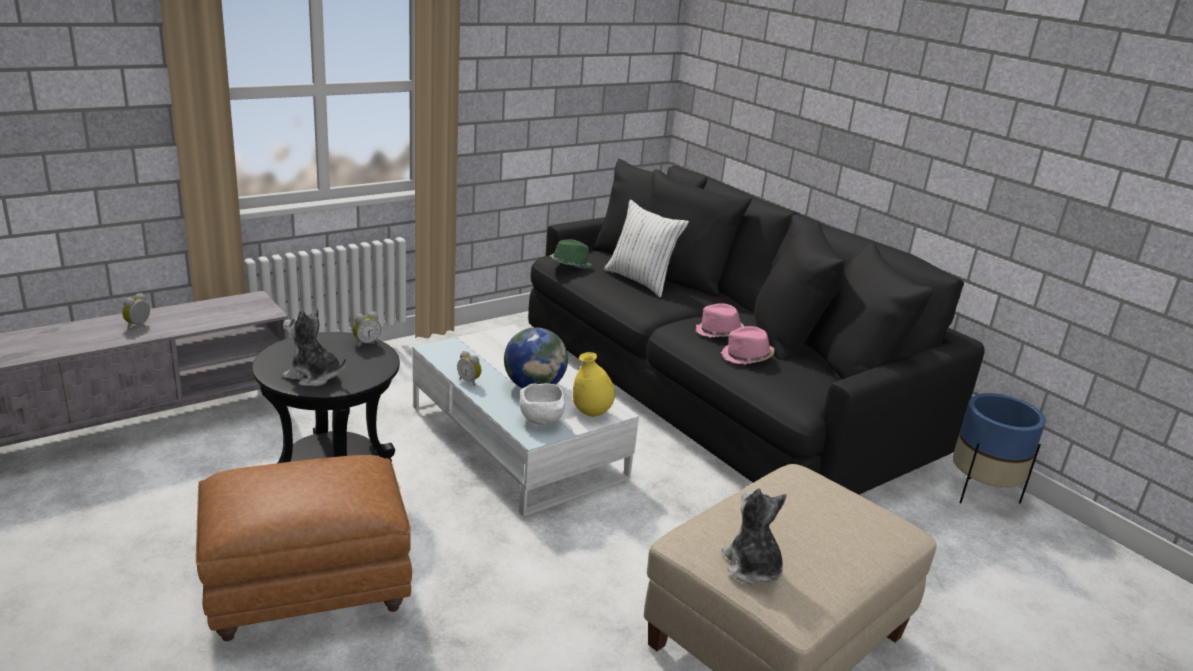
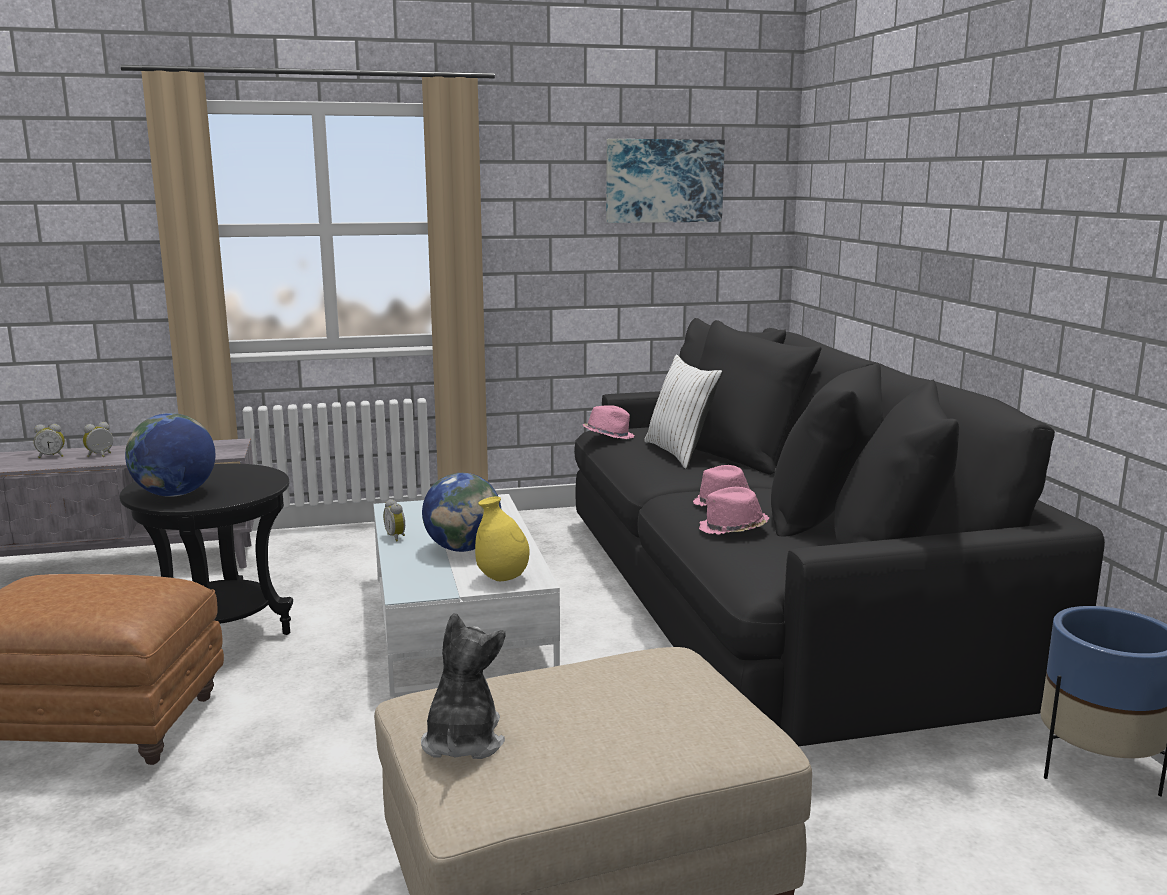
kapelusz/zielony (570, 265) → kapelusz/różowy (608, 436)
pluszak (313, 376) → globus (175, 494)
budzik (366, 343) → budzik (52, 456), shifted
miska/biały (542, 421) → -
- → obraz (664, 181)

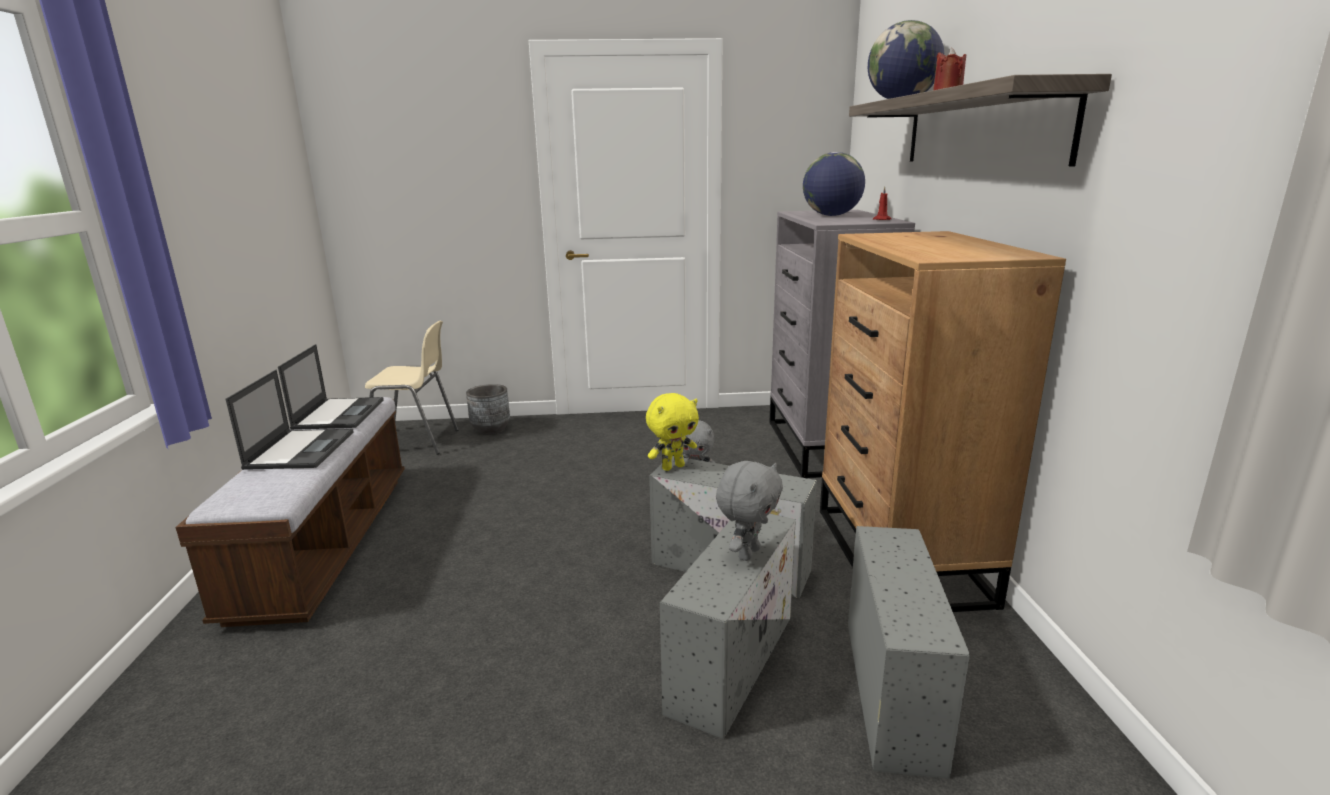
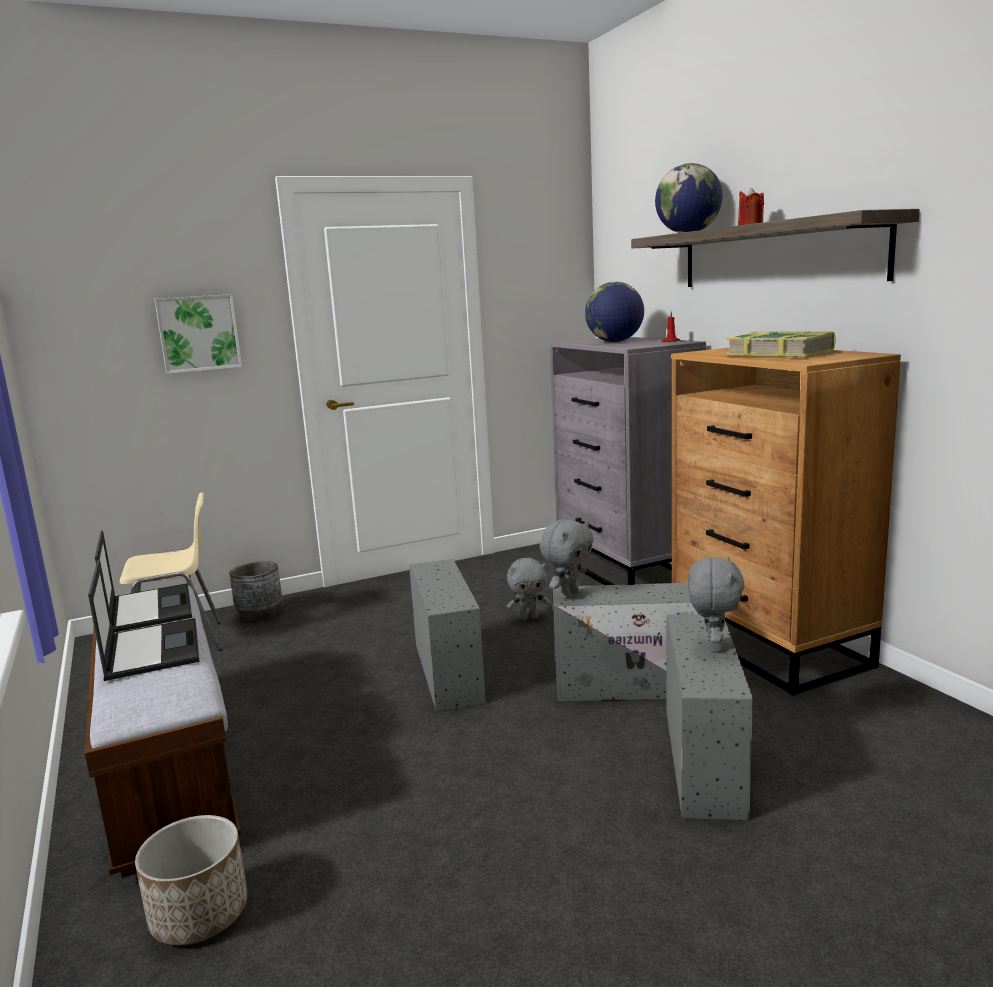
pluszak/żółty (673, 467) → pluszak/szary (568, 595)
pojemnik do przechowywania/szary (891, 689) → pojemnik do przechowywania/szary (447, 671), shifted
- → obraz (198, 333)
- → książka (780, 354)
- → donica (199, 915)

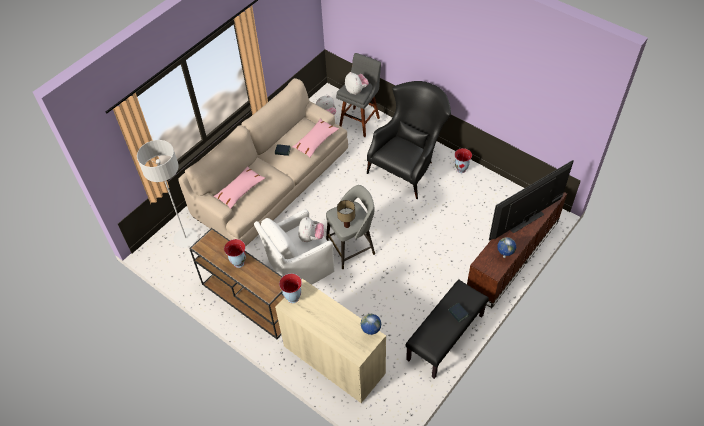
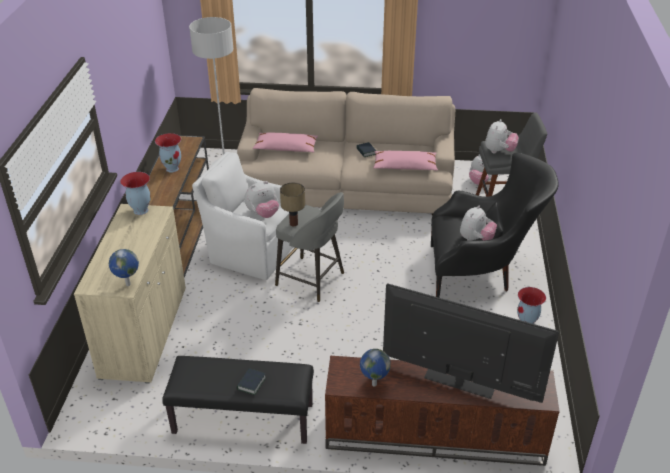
- → pluszak (476, 239)

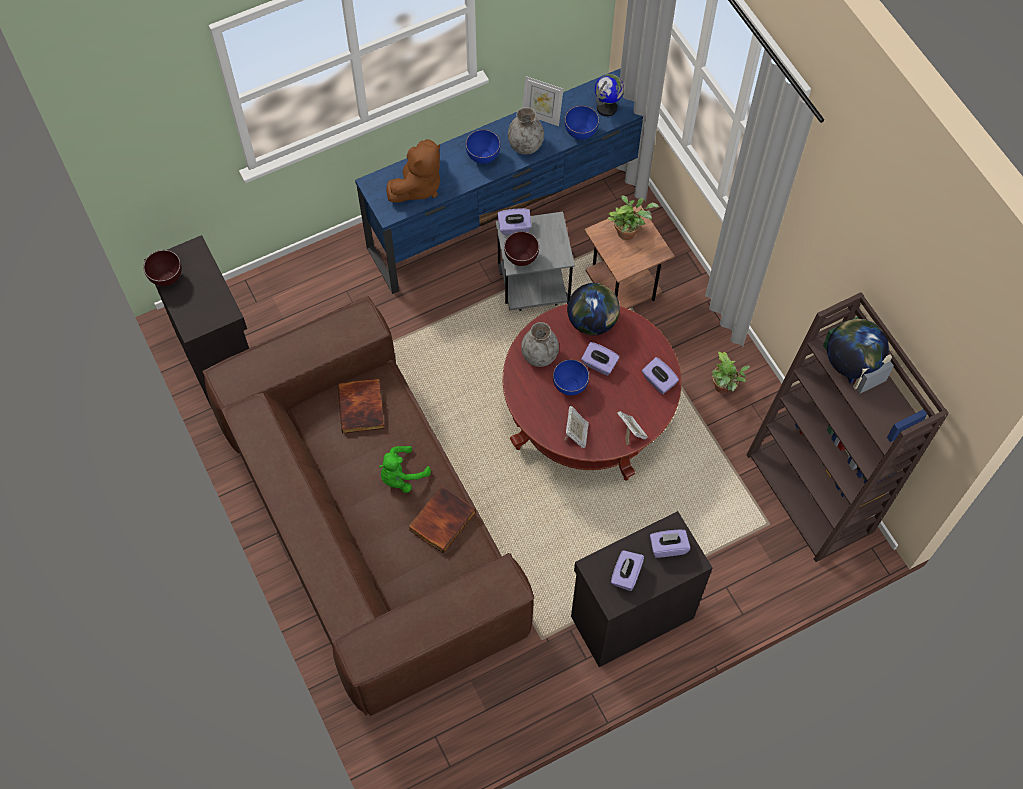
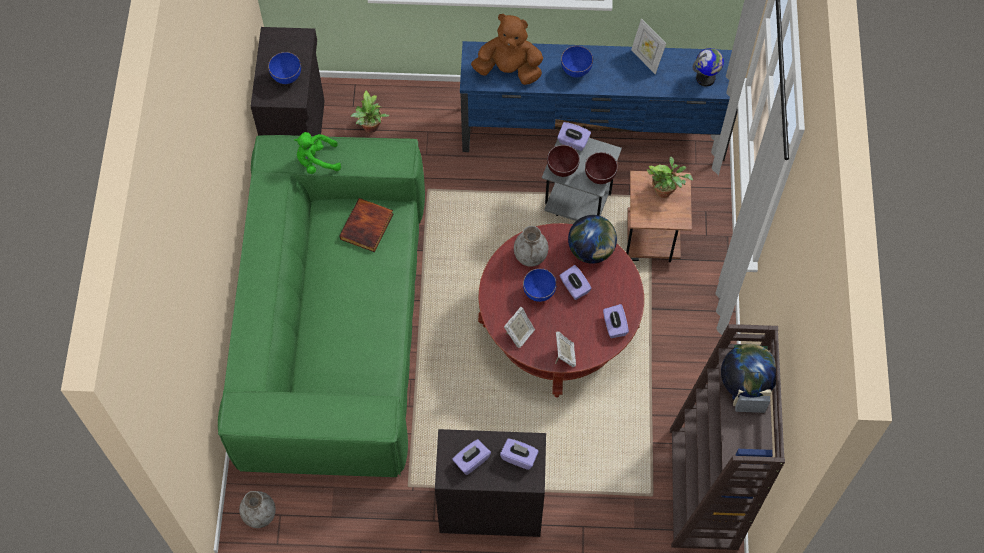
miska/niebieski (580, 135) → miska/niebieski (286, 79), shifted
wazon/szary (525, 145) → wazon/szary (260, 514), shifted
pluszak/brązowy (418, 186) → pluszak/brązowy (509, 69), 150 degrees counterclockwise
miska/brązowy (167, 278) → miska/brązowy (599, 177), shifted
kanapa/brązowy (372, 525) → kanapa/zielony (333, 327)
roślina doniczkowa (724, 388) → roślina doniczkowa (371, 128), shifted
pluszak/zielony (401, 476) → pluszak/zielony (317, 161), shifted
książka (441, 520) → -

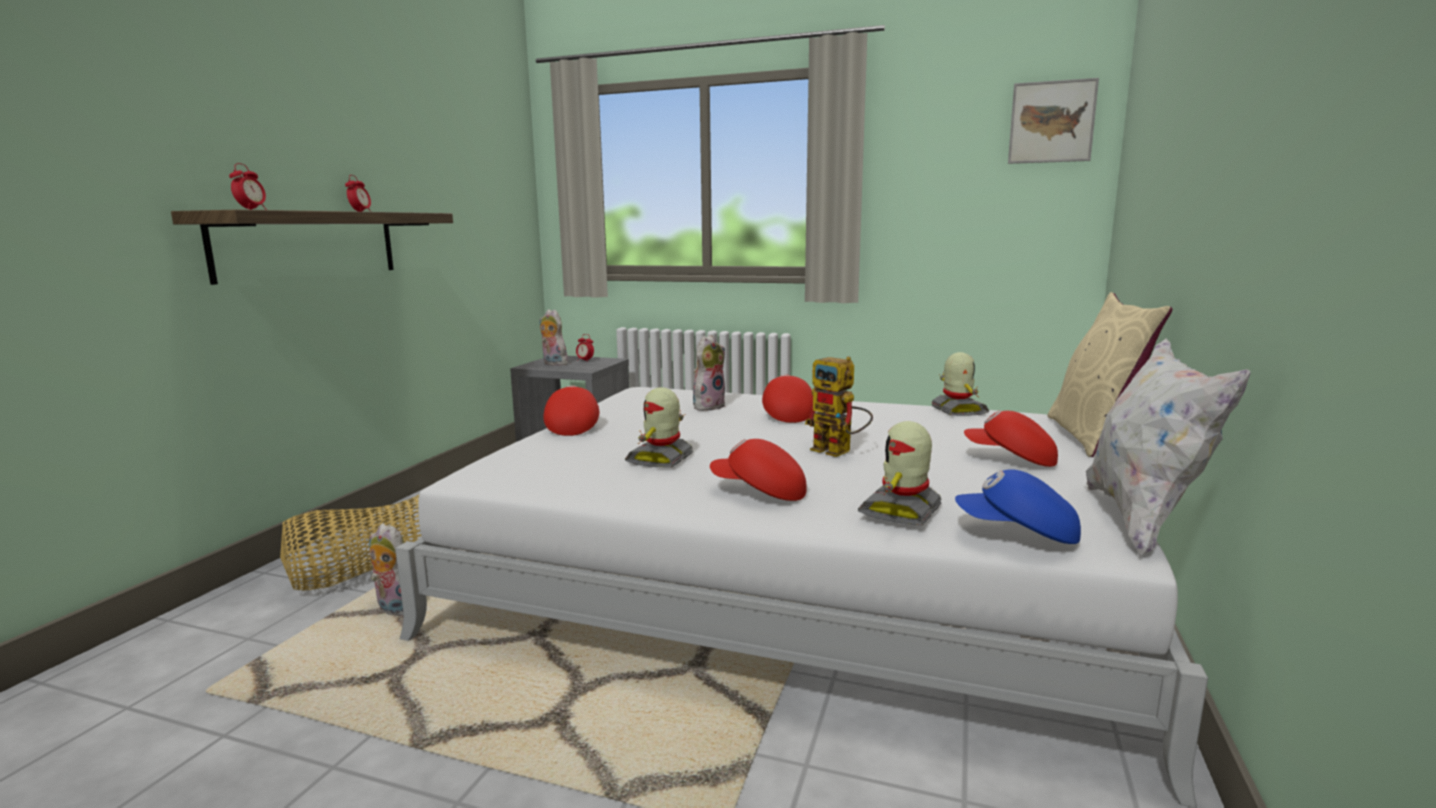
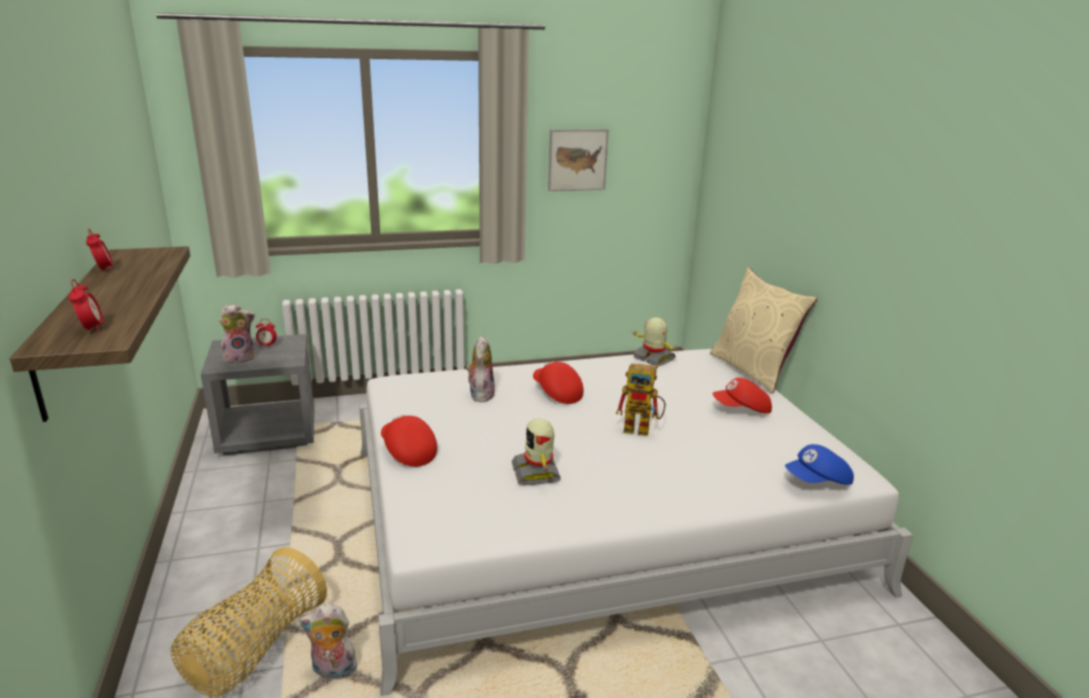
obraz (1051, 122) → obraz (577, 160), shifted
pluszak (553, 364) → pluszak (240, 358), 150 degrees clockwise
poduszka/biały (1143, 519) → -
robot zabawkowy (902, 511) → -
czapka z daszkiem/czerwony (759, 492) → -

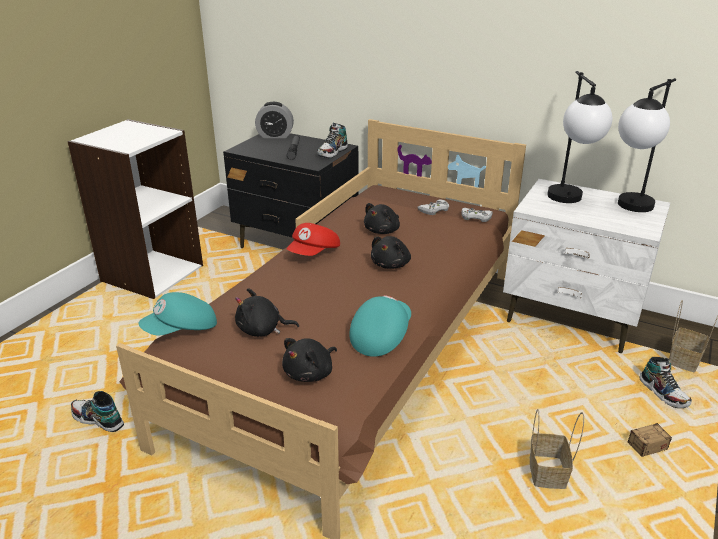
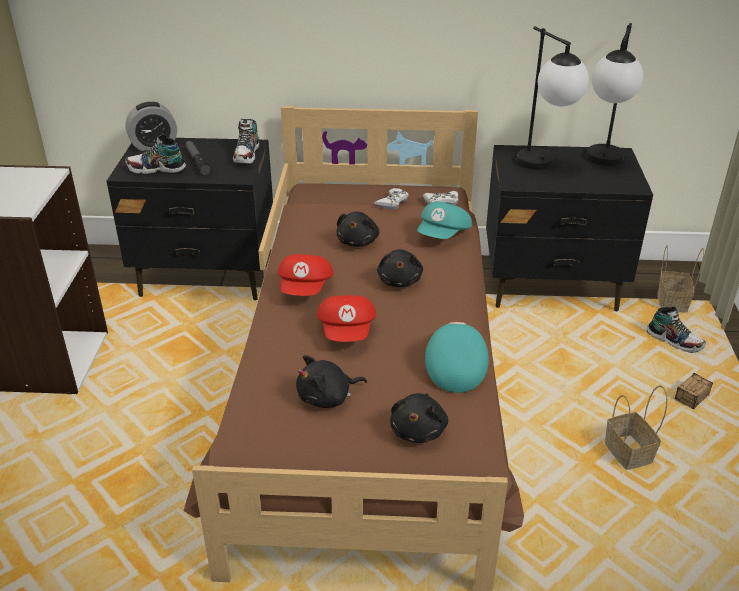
szafka nocna/biały (571, 318) → szafka nocna/czarny (552, 286)
czapka z daszkiem/turkusowy (182, 330) → czapka z daszkiem/turkusowy (444, 235), shifted
but (98, 420) → but (156, 170), shifted
- → czapka z daszkiem/czerwony (348, 331)

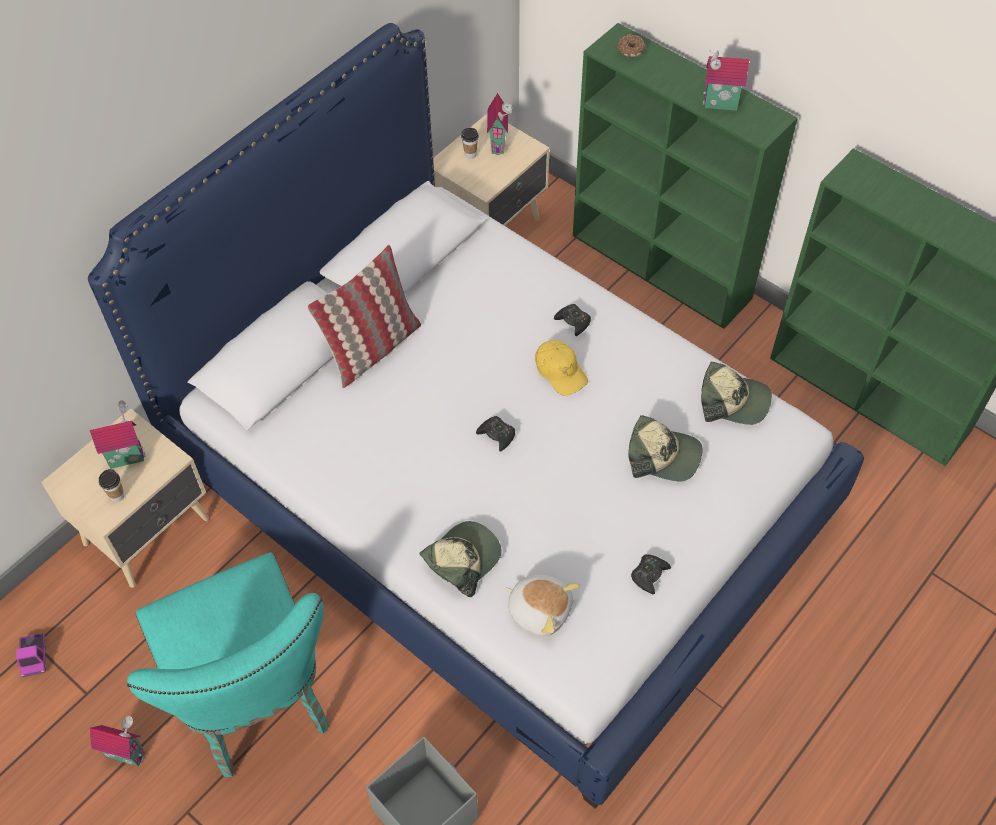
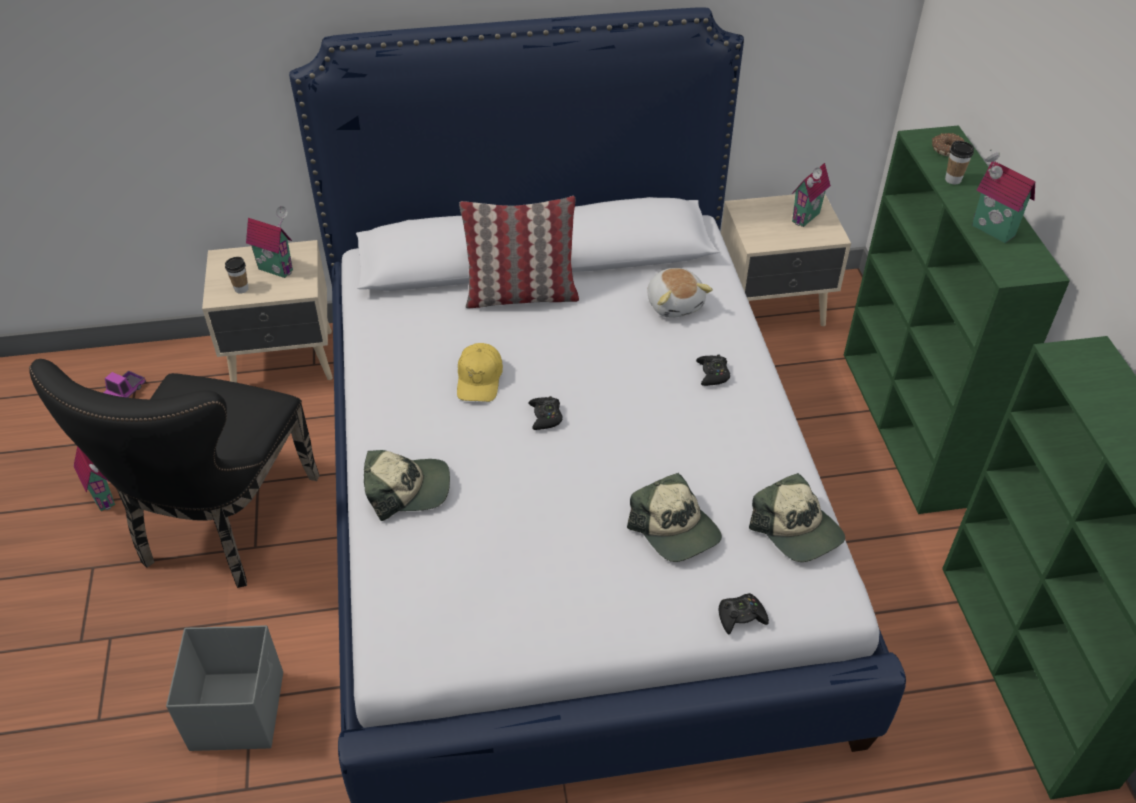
filiżanka (470, 154) → filiżanka (953, 180), shifted
czapka z daszkiem/żółty (560, 371) → czapka z daszkiem/żółty (479, 379), shifted
krzesło/turkusowy (256, 701) → krzesło/czarny (221, 527)
pad do gier/czarny (649, 575) → pad do gier/czarny (741, 617), shifted
pluszak (540, 609) → pluszak (675, 304), shifted

